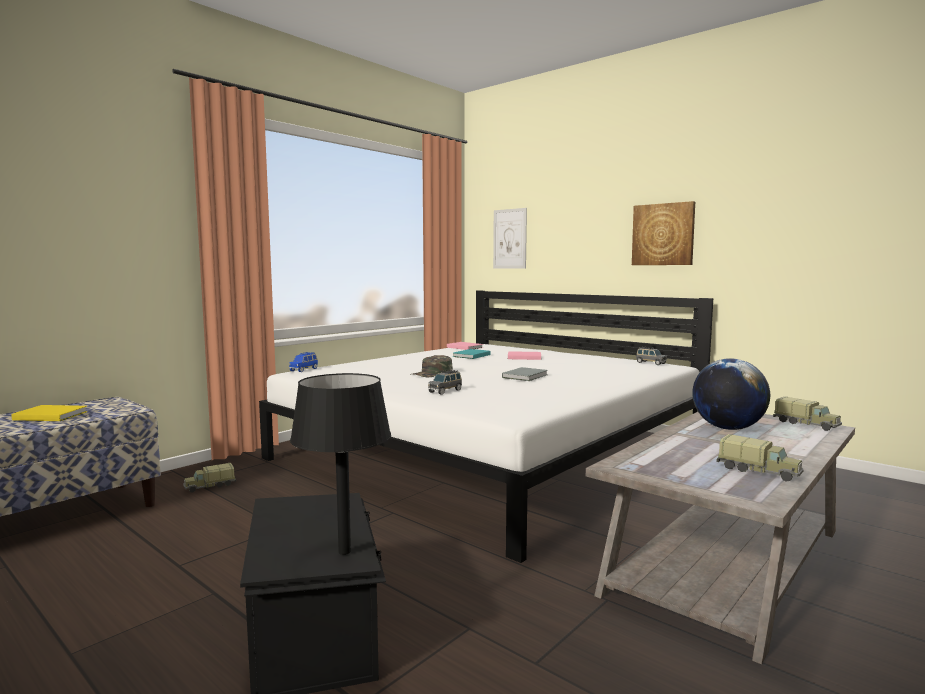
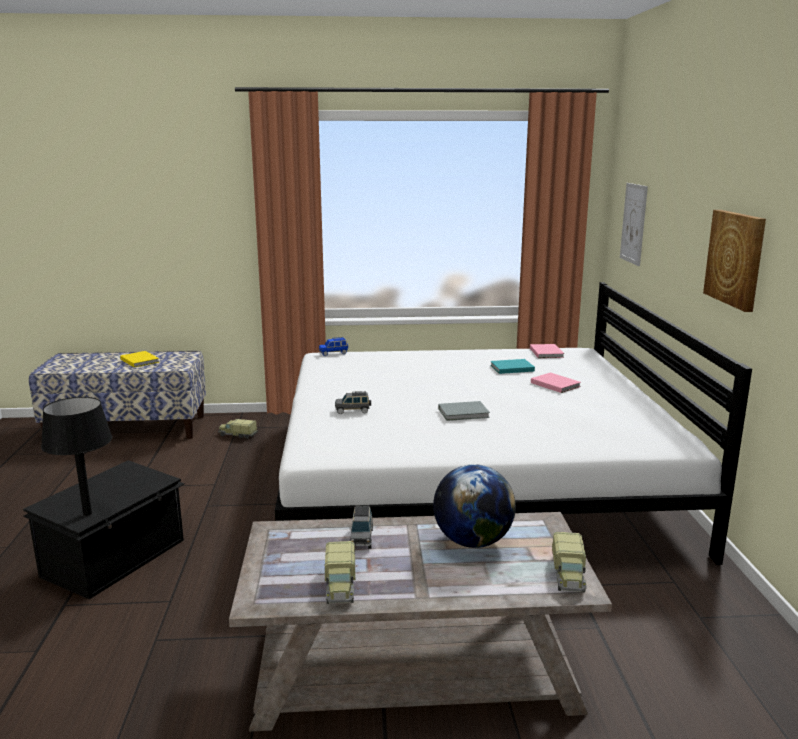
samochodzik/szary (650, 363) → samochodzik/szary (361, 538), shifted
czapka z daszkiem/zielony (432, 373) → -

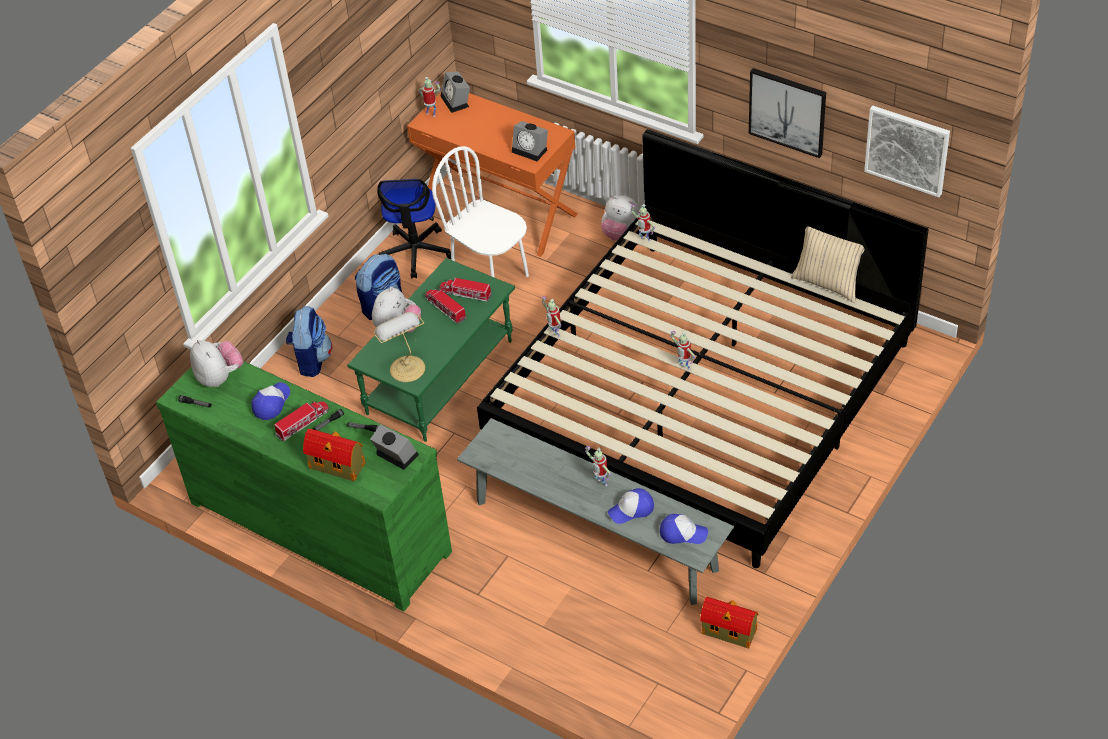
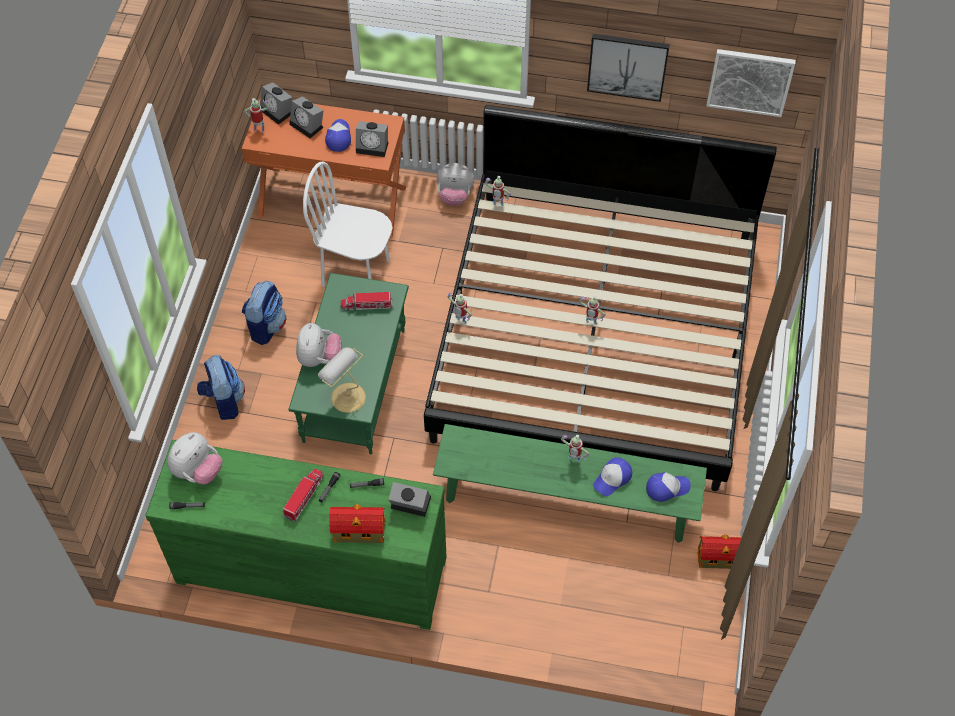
krzesło biurowe (415, 252) → -
poduszka/beżowy (827, 283) → -
ciężarówka zabawkowa (445, 309) → -
pluszak (220, 377) → pluszak (198, 471), 90 degrees clockwise
czapka z daszkiem (271, 403) → czapka z daszkiem (338, 137), shifted
ławka/szary (595, 535) → ławka/zielony (566, 501)
- → budzik (308, 125)

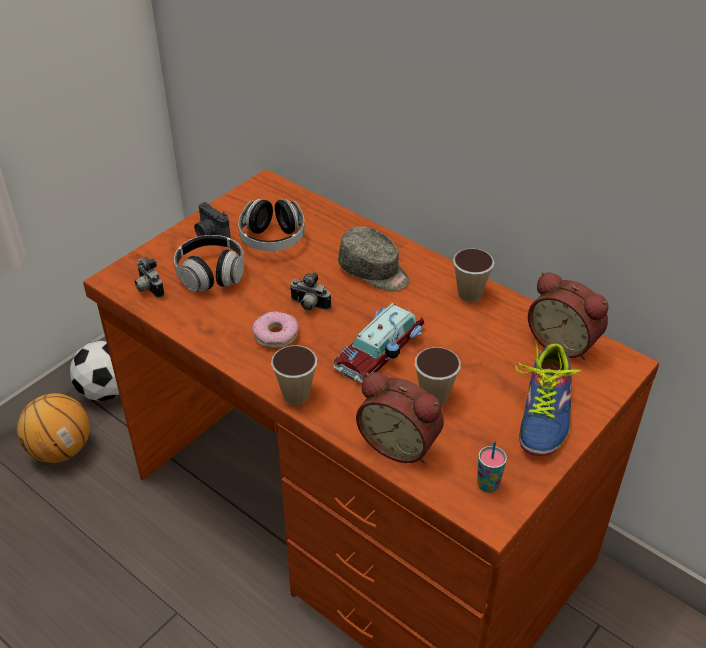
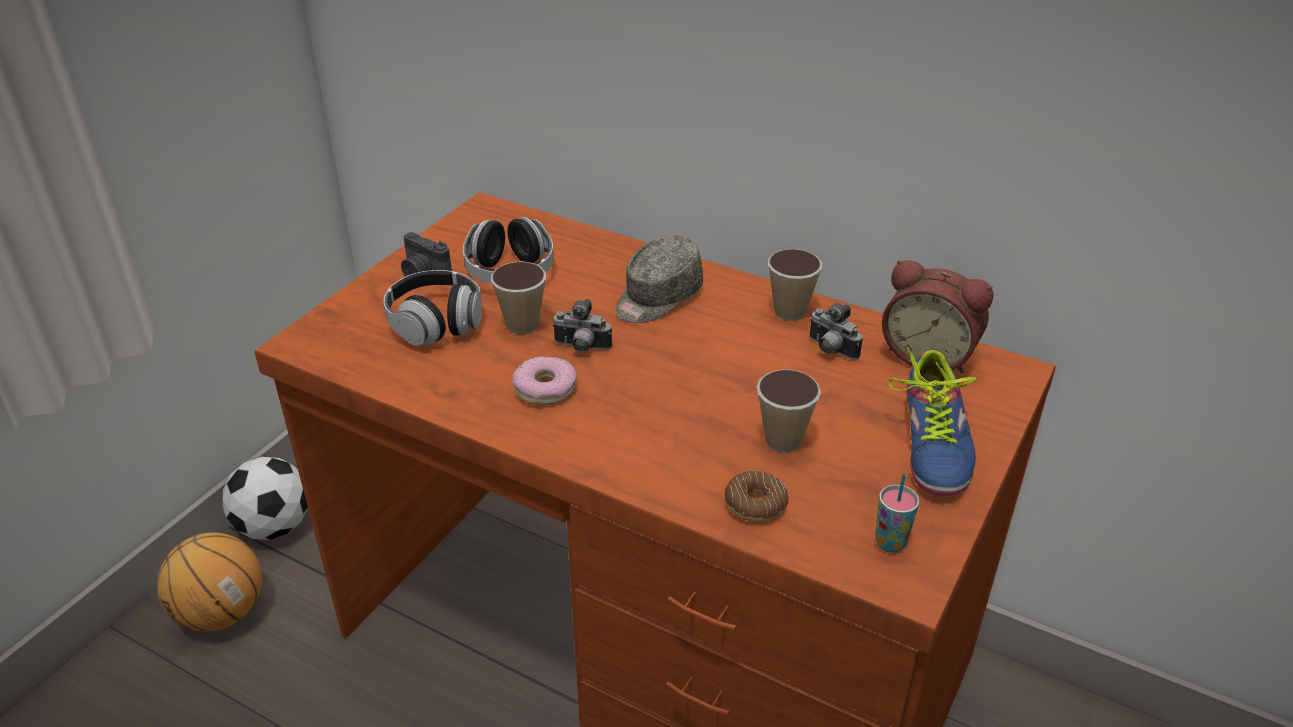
czapka z daszkiem/szary (374, 272) → czapka z daszkiem/szary (657, 298), 105 degrees clockwise
aparat fotograficzny (148, 289) → aparat fotograficzny (830, 350), shifted
samochodzik (382, 349) → -
filiżanka (296, 395) → filiżanka (522, 325), shifted
budzik (400, 443) → donut (755, 504)

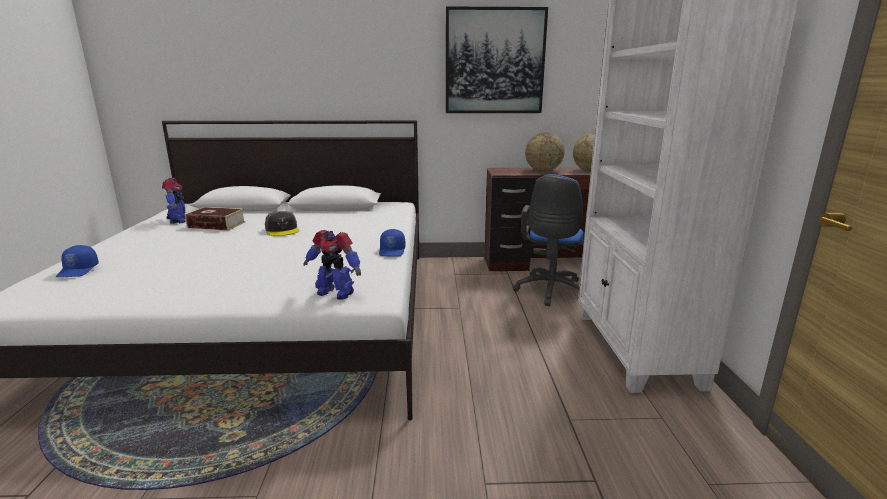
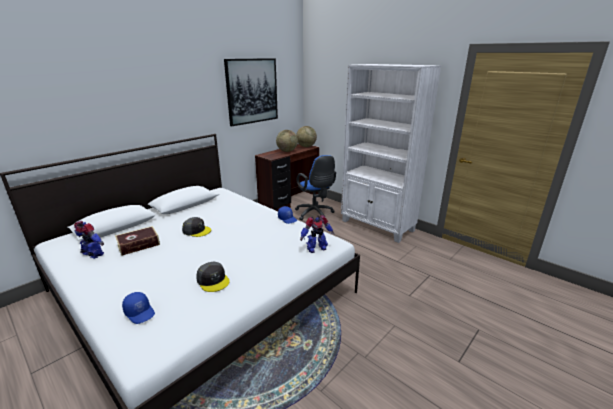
- → czapka z daszkiem/szary (213, 280)

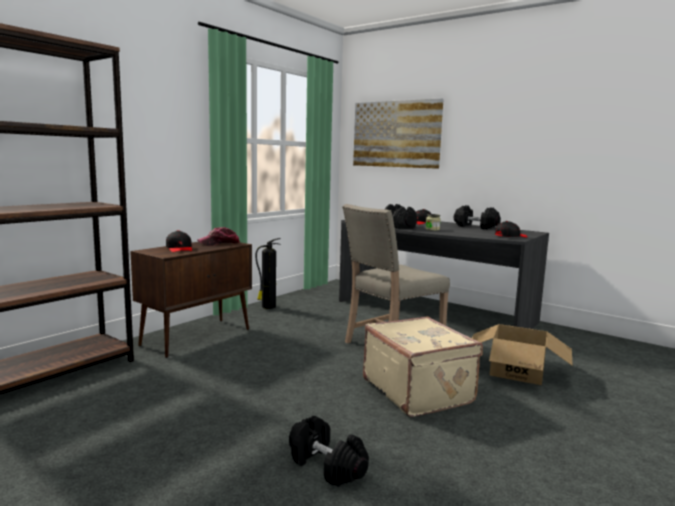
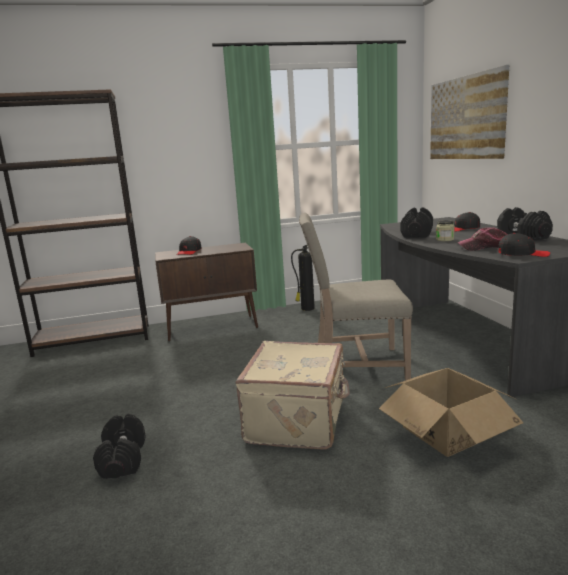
czapka z daszkiem (219, 243) → czapka z daszkiem (485, 247), shifted

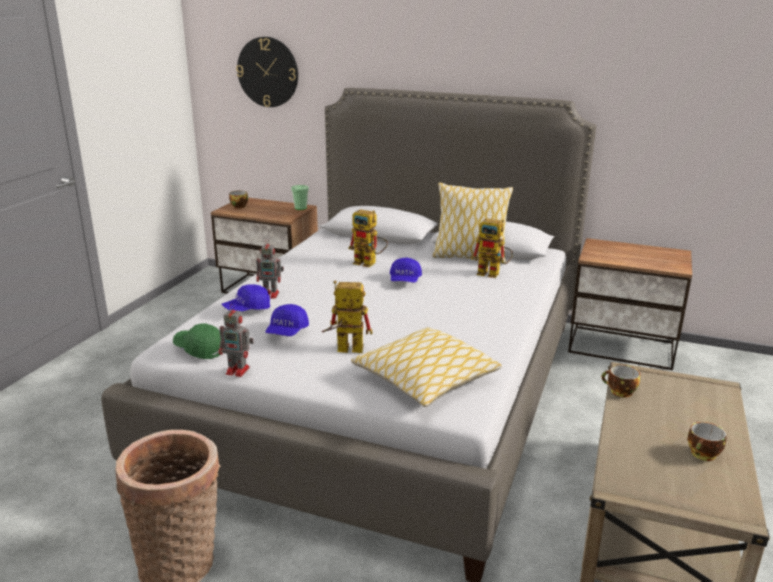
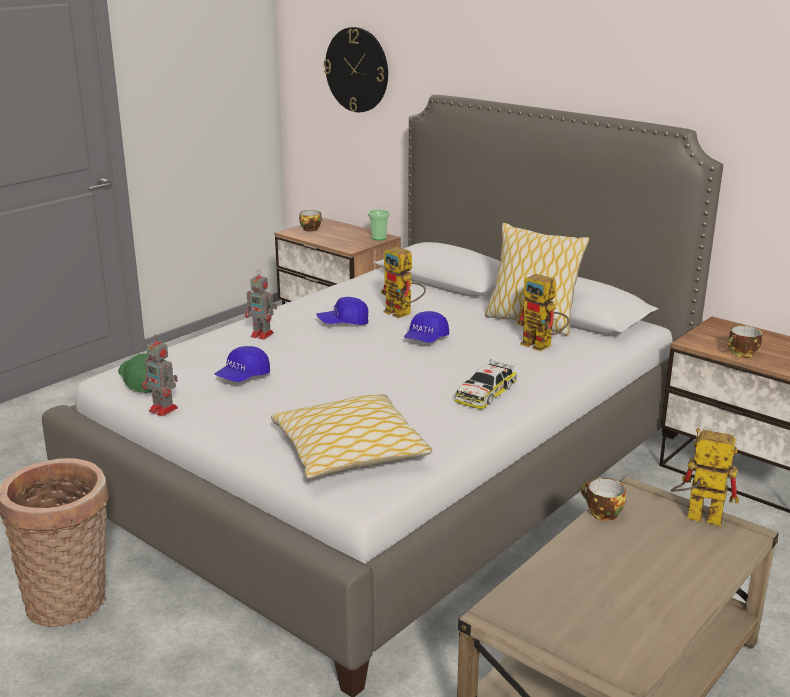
robot zabawkowy (343, 350) → robot zabawkowy (695, 517), shifted
czapka z daszkiem/niebieski (247, 309) → czapka z daszkiem/niebieski (343, 323), shifted
filiżanka (703, 455) → filiżanka (742, 354), shifted
- → samochodzik (485, 393)

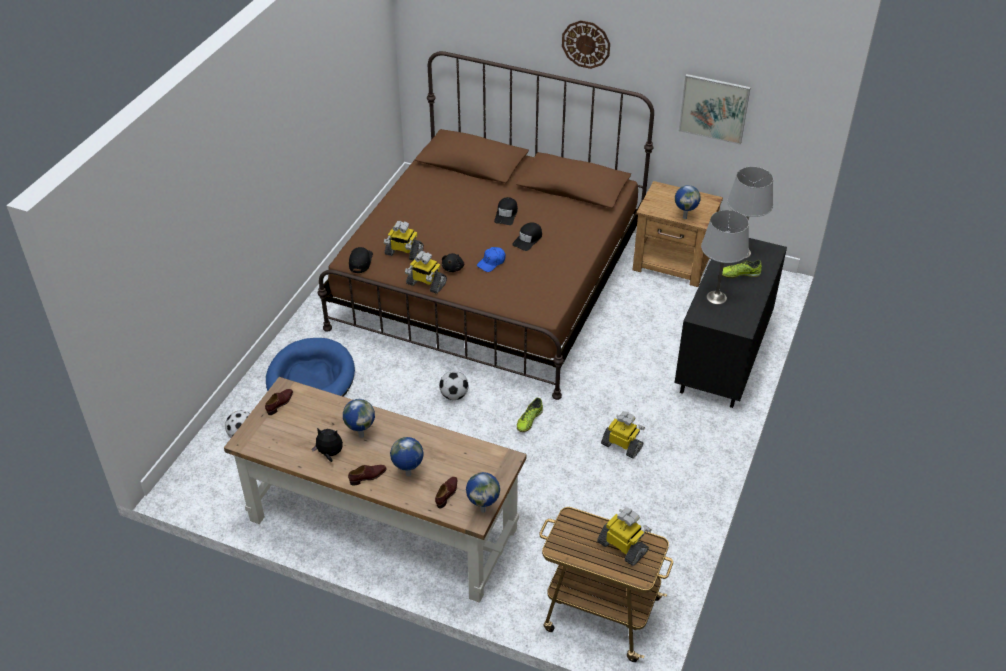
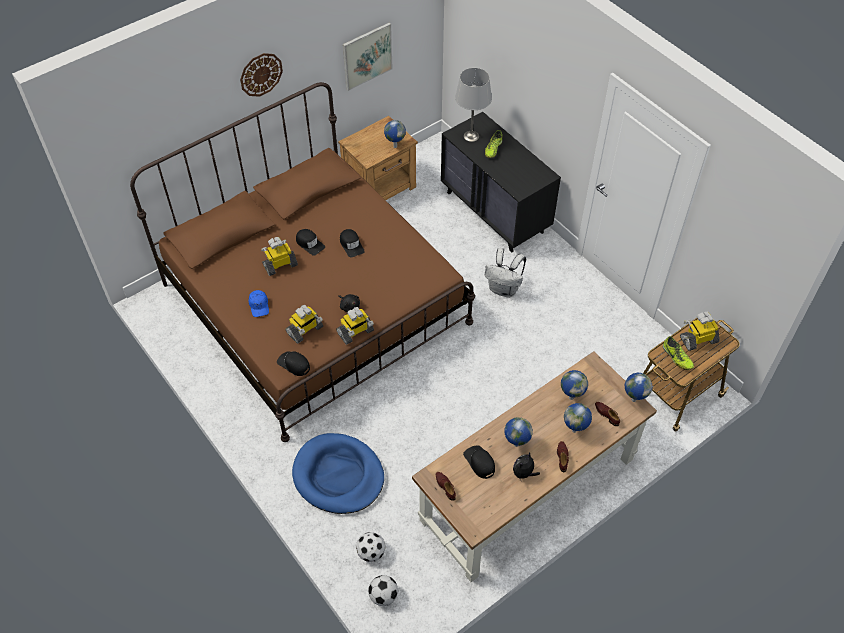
lampa stołowa/szary (716, 297) → -
czapka z daszkiem/niebieski (491, 262) → czapka z daszkiem/niebieski (259, 305), shifted
piłka futbolowa (454, 395) → piłka futbolowa (383, 596), shifted
but (529, 420) → but (677, 357), shifted
robot zabawkowy (622, 445) → robot zabawkowy (280, 265), shifted
- → plecak/biały (504, 289)
- → globus (571, 397)
- → czapka z daszkiem/czarny (479, 462)

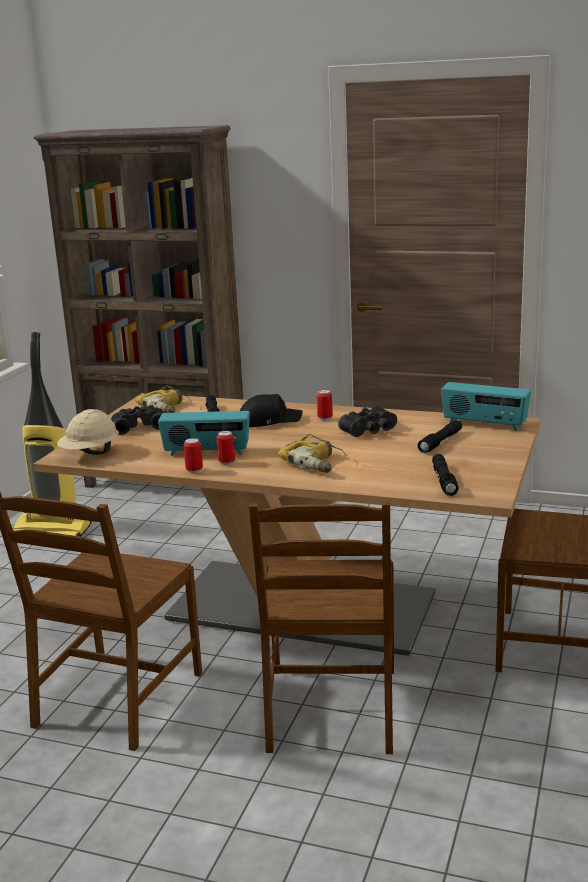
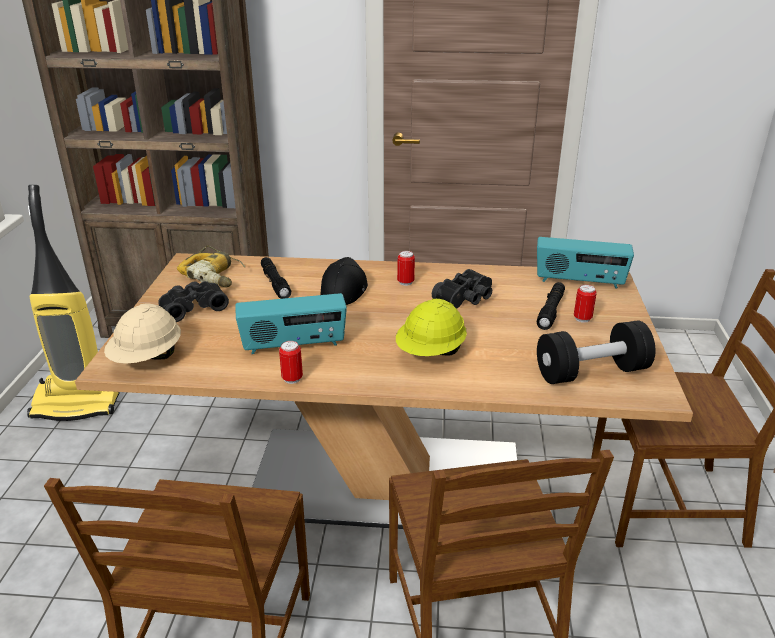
czapka z daszkiem/czarny (268, 421) → czapka z daszkiem/czarny (344, 289), 45 degrees counterclockwise
puszka (227, 463) → puszka (582, 318), shifted
wiertarka (315, 462) → kask/żółty (431, 353)
latarka/czarny (444, 480) → hantel/czarny (591, 372)

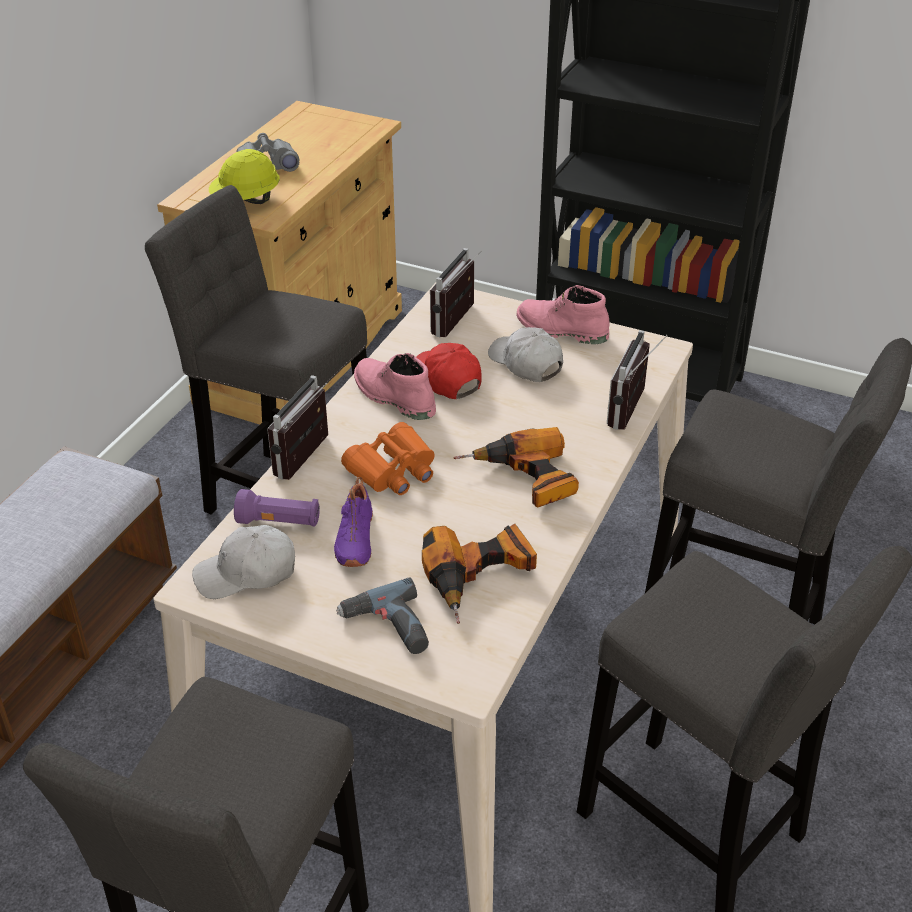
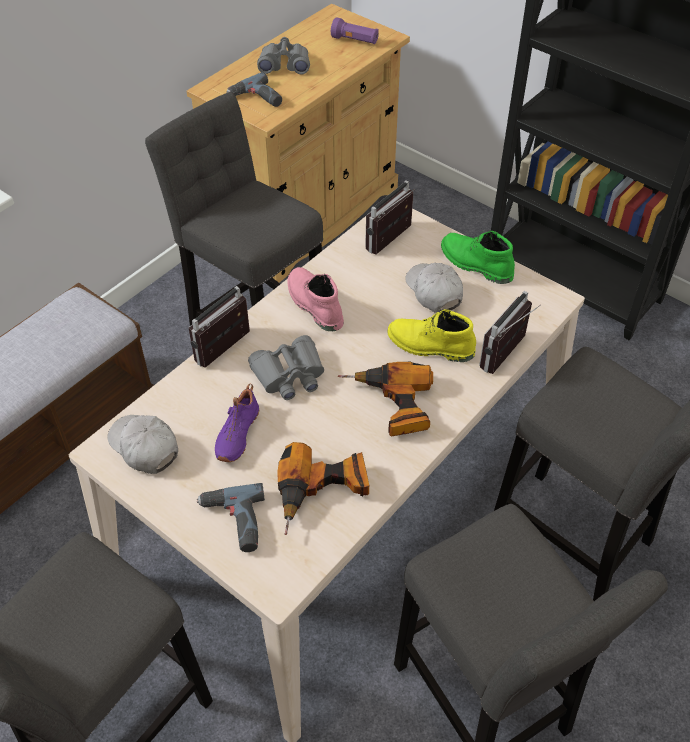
kask/żółty (247, 202) → wiertarka (256, 99)
but z cholewką/różowy (560, 330) → but z cholewką/zielony (475, 264)
czapka z daszkiem/czerwony (446, 379) → -
lornetka/pomarańczowy (393, 470) → lornetka/szary (289, 375)
latarka/fioletowy (279, 522) → latarka/fioletowy (355, 41), shifted
czapka z daszkiem/biały (247, 573) → czapka z daszkiem/biały (144, 447), 45 degrees clockwise
- → but z cholewką/żółty (429, 346)

